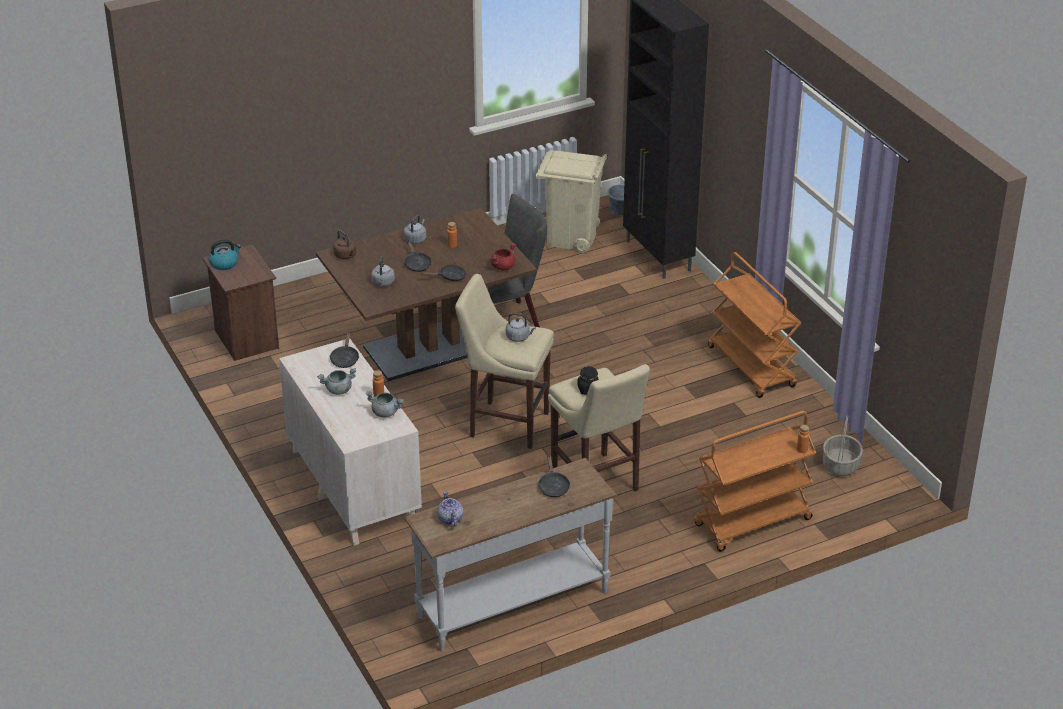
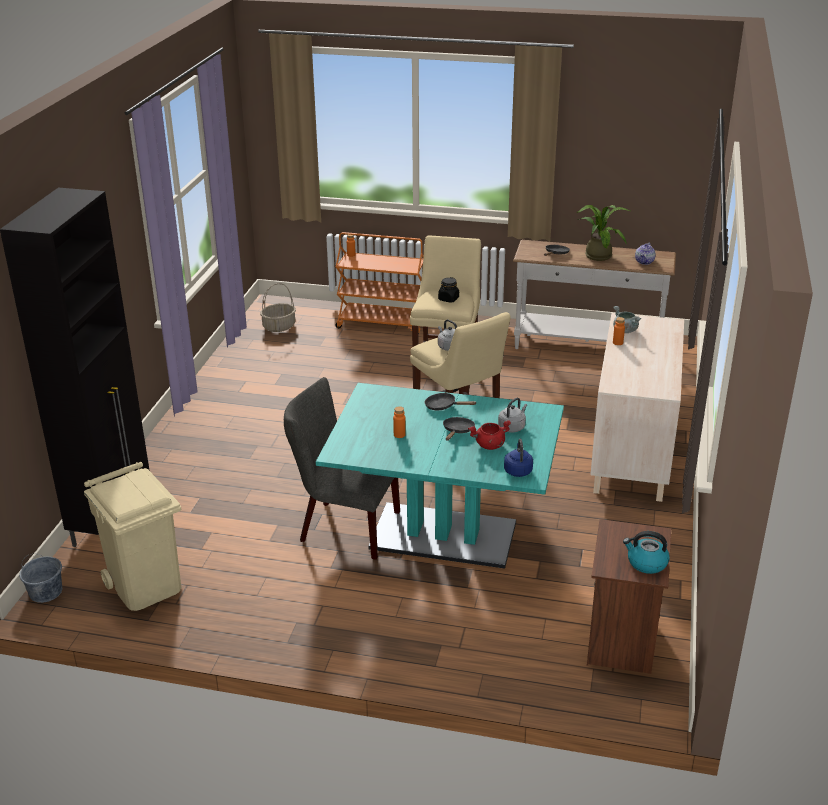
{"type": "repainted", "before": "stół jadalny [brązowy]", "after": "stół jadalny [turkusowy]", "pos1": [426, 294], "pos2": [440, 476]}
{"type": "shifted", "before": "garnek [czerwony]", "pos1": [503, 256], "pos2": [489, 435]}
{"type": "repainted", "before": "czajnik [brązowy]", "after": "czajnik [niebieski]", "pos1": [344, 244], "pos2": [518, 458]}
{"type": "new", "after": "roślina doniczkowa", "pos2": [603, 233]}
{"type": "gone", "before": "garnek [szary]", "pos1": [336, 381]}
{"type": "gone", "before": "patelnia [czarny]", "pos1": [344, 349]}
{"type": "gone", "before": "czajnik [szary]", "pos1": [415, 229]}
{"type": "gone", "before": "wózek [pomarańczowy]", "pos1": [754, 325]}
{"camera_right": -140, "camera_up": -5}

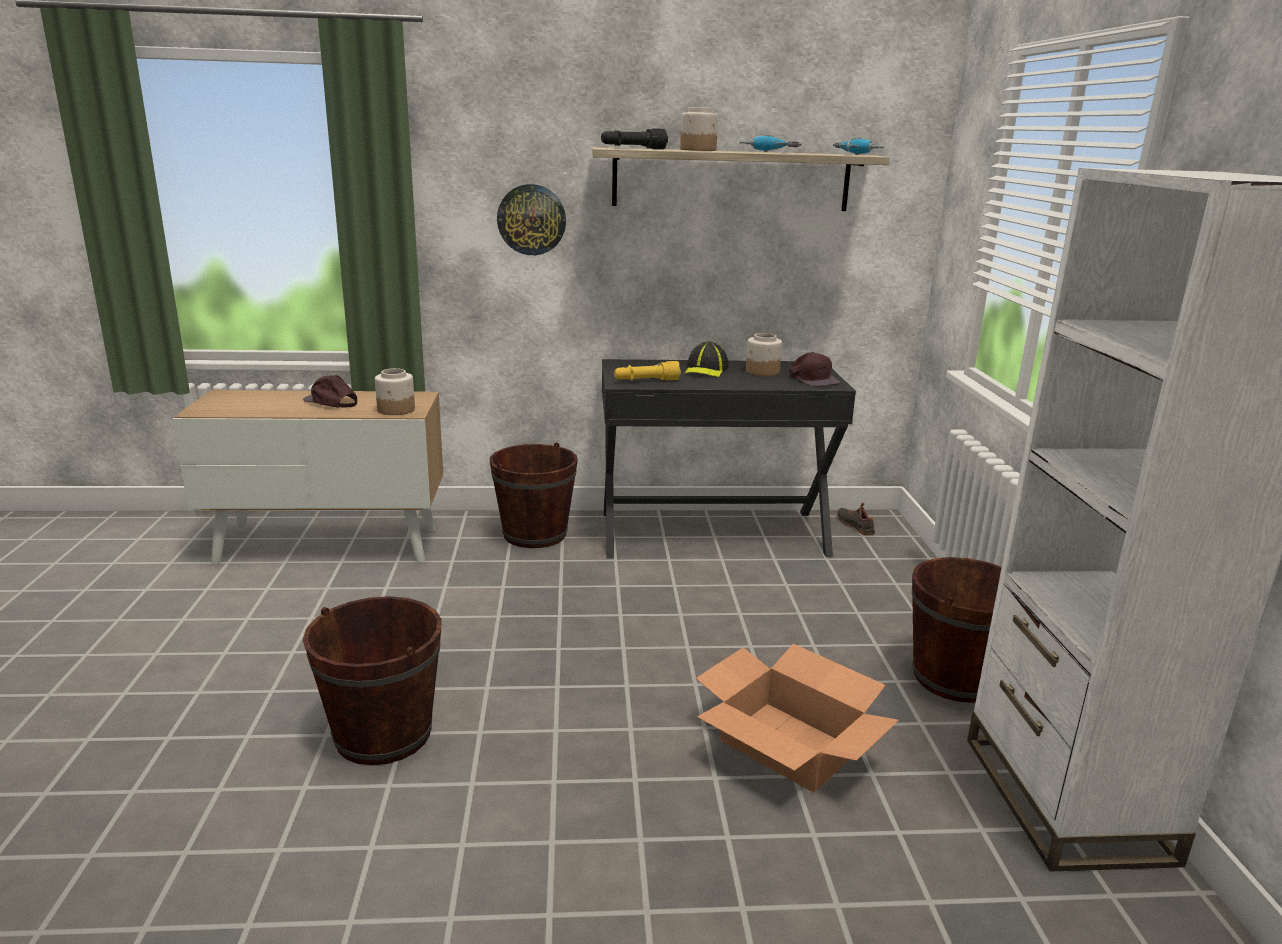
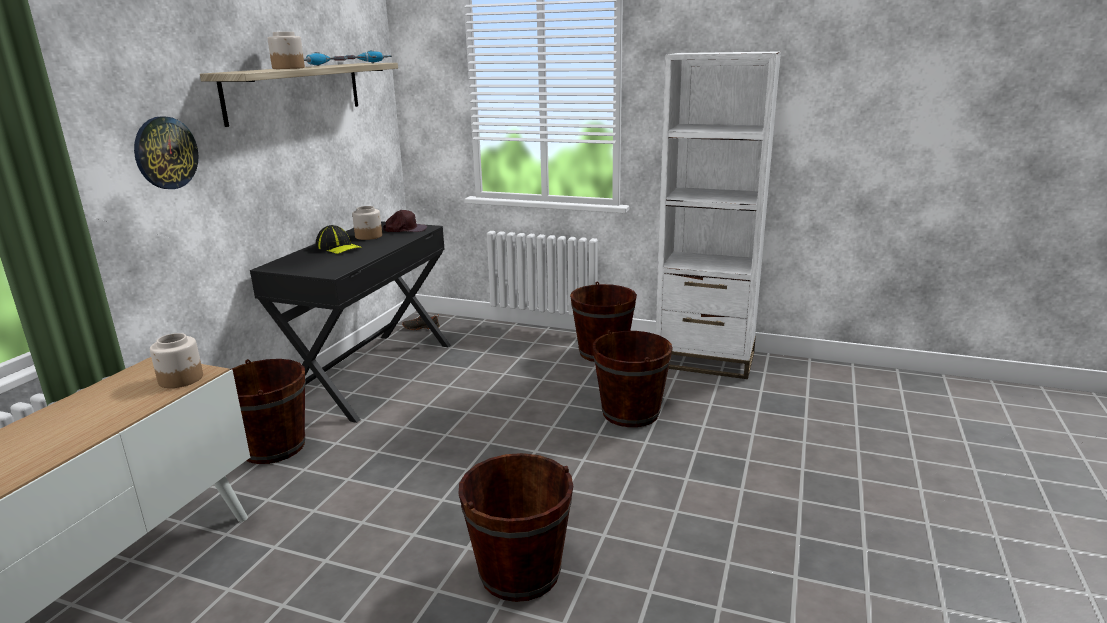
{"type": "swapped", "before": "karton", "after": "wiadro [brązowy]", "pos1": [797, 718], "pos2": [633, 378]}
{"type": "gone", "before": "czapka z daszkiem [brązowy]", "pos1": [330, 391]}
{"type": "gone", "before": "latarka [czarny]", "pos1": [634, 138]}
{"type": "gone", "before": "latarka [żółty]", "pos1": [647, 371]}
{"camera_right": -65, "camera_up": 0}

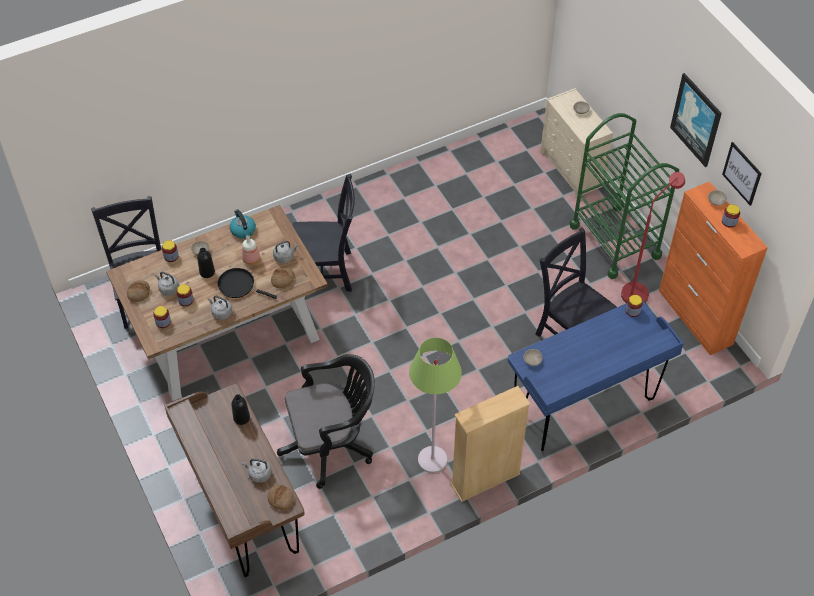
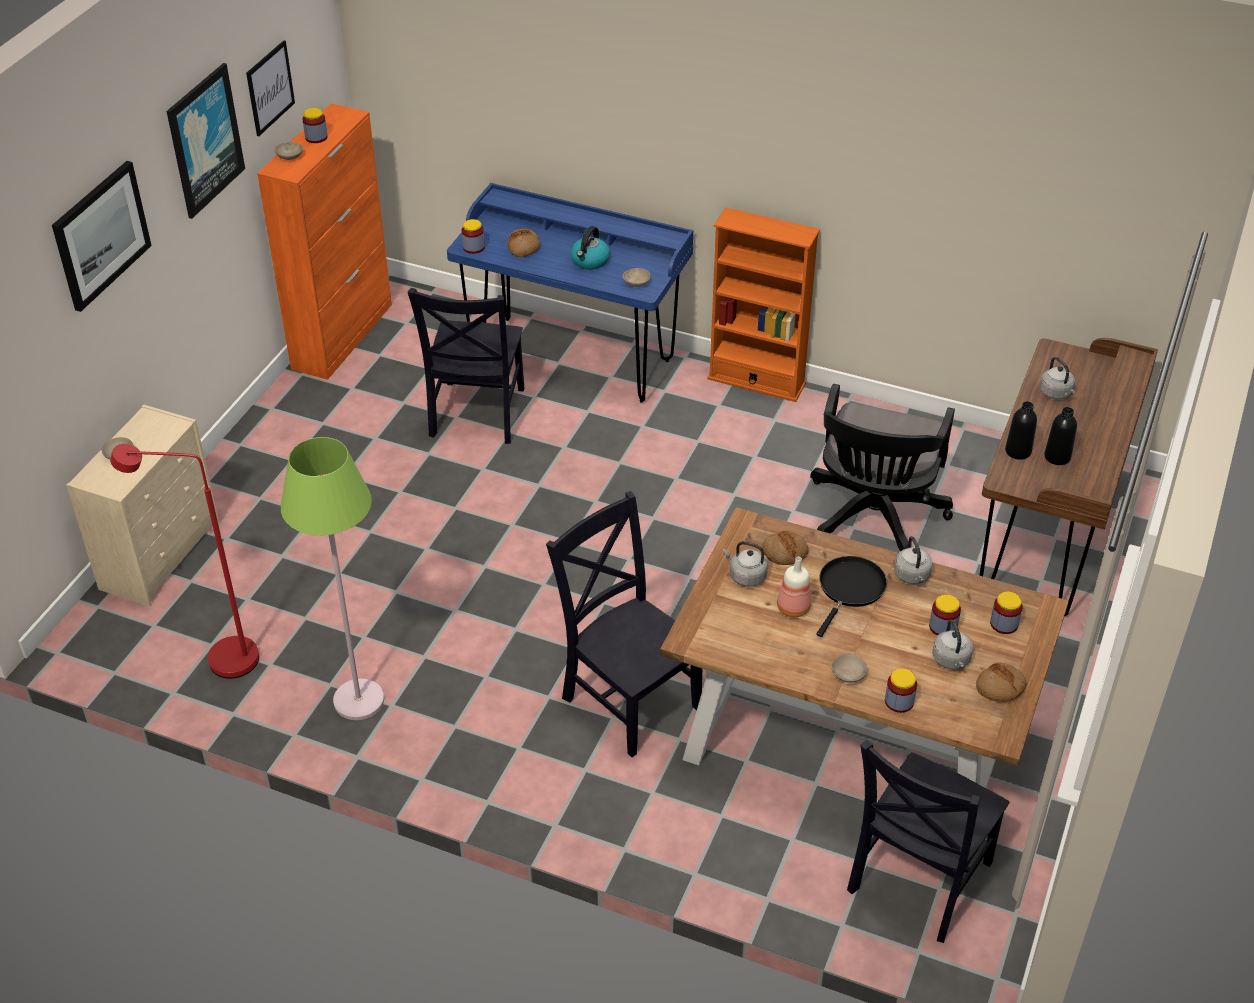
{"type": "new", "after": "obraz", "pos2": [102, 236]}
{"type": "shifted", "before": "lampa stojąca [czerwony]", "pos1": [653, 237], "pos2": [184, 561]}
{"type": "shifted", "before": "lampa stojąca [zielony]", "pos1": [435, 405], "pos2": [332, 578]}
{"type": "shifted", "before": "chleb", "pos1": [281, 497], "pos2": [523, 242]}
{"type": "shifted", "before": "czajnik", "pos1": [243, 224], "pos2": [590, 248]}
{"type": "repainted", "before": "regał [beżowy]", "after": "regał [pomarańczowy]", "pos1": [490, 444], "pos2": [763, 304]}
{"type": "rotated", "before": "krzesło biurowe [czarny]", "pos1": [326, 421], "pos2": [882, 467], "turn": -105}
{"type": "rotated", "before": "patelnia [czarny]", "pos1": [247, 283], "pos2": [851, 596], "turn": -135}
{"type": "shifted", "before": "butelka [czarny]", "pos1": [206, 263], "pos2": [1060, 436]}
{"type": "gone", "before": "wózek [zielony]", "pos1": [624, 196]}
{"camera_right": -130, "camera_up": -10}

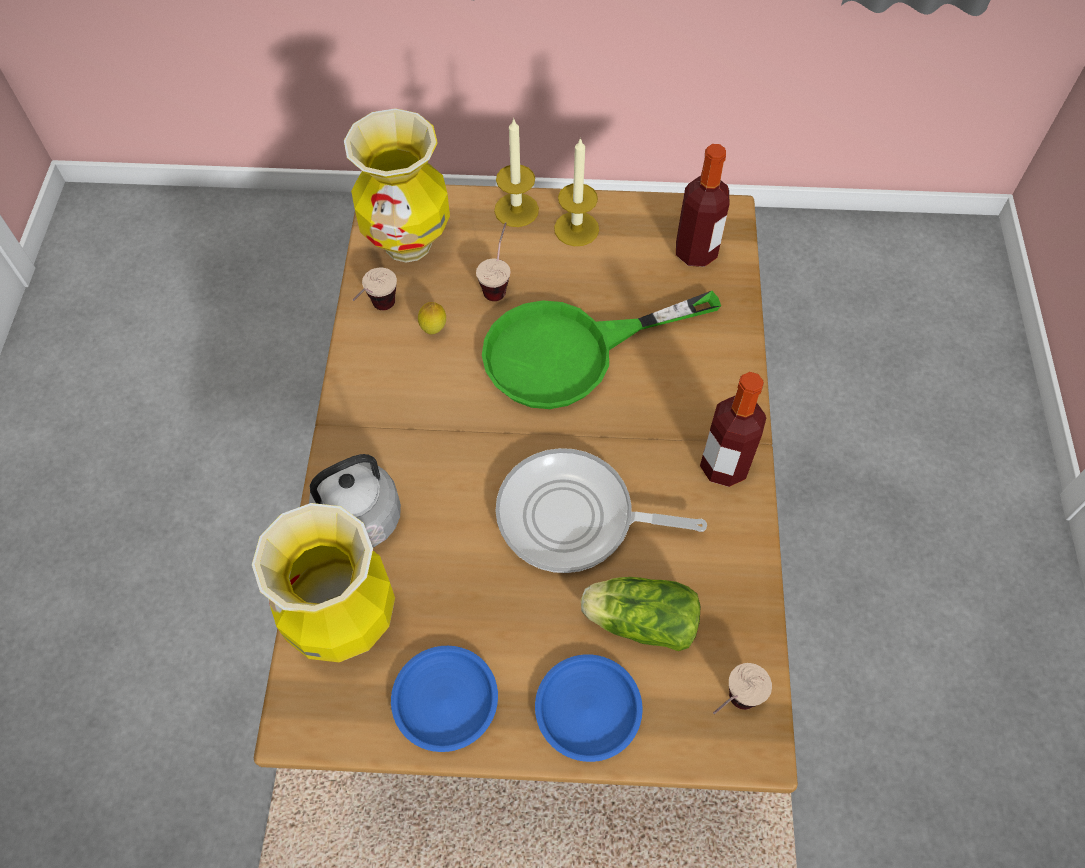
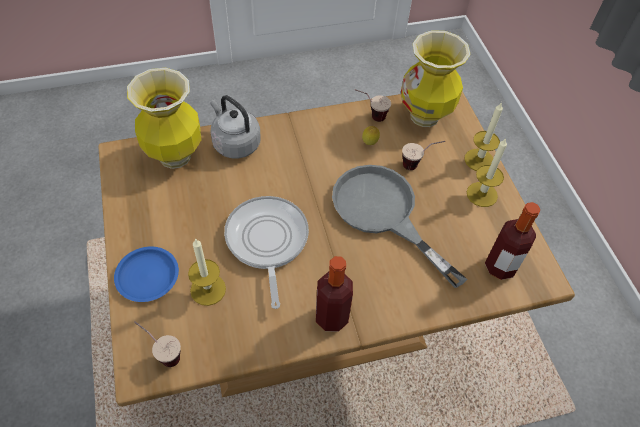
{"type": "swapped", "before": "sałata", "after": "świeca", "pos1": [640, 614], "pos2": [207, 272]}
{"type": "repainted", "before": "patelnia [zielony]", "after": "patelnia [szary]", "pos1": [601, 350], "pos2": [399, 226]}
{"type": "gone", "before": "talerz [niebieski]", "pos1": [444, 699]}
{"camera_right": 70, "camera_up": -5}

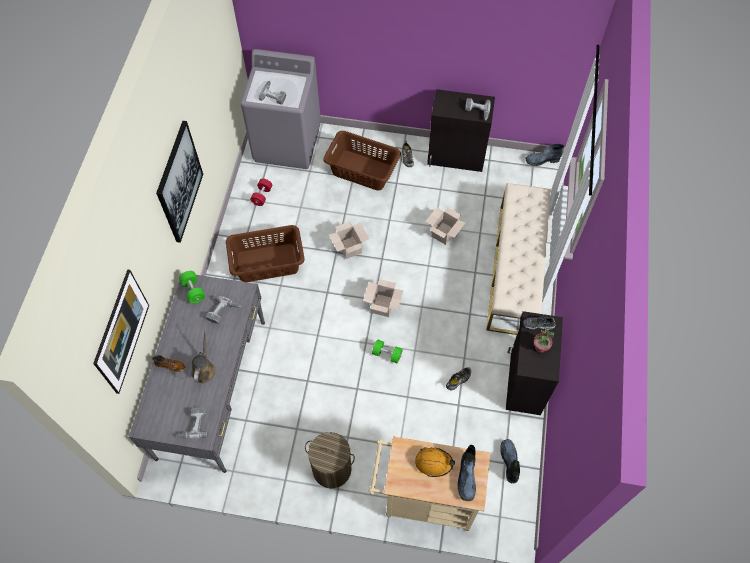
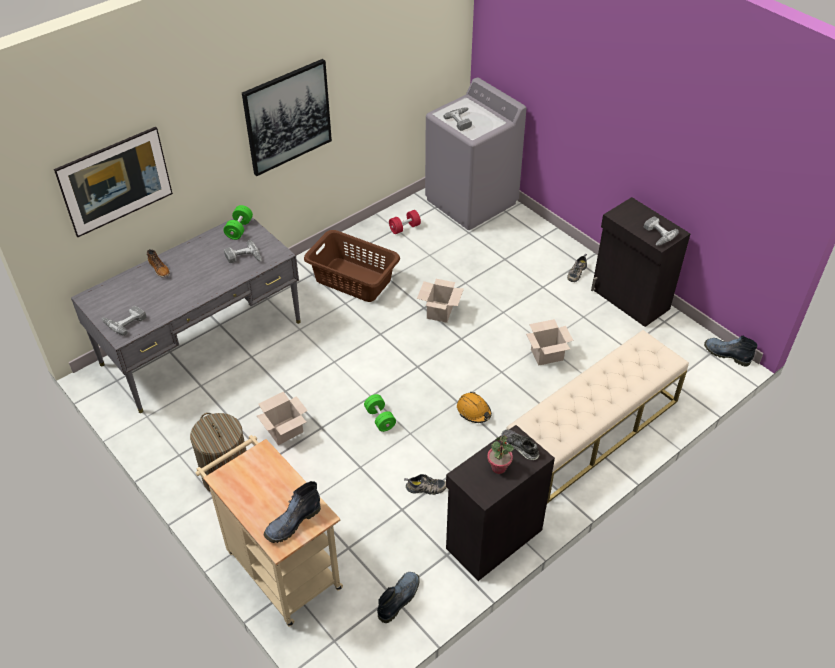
{"type": "shifted", "before": "karton", "pos1": [383, 298], "pos2": [282, 418]}
{"type": "shifted", "before": "kask [pomarańczowy]", "pos1": [435, 462], "pos2": [474, 407]}
{"type": "gone", "before": "konewka [brązowy]", "pos1": [203, 355]}
{"type": "gone", "before": "kosz na pranie [brązowy]", "pos1": [362, 161]}
{"camera_right": 40, "camera_up": -15}

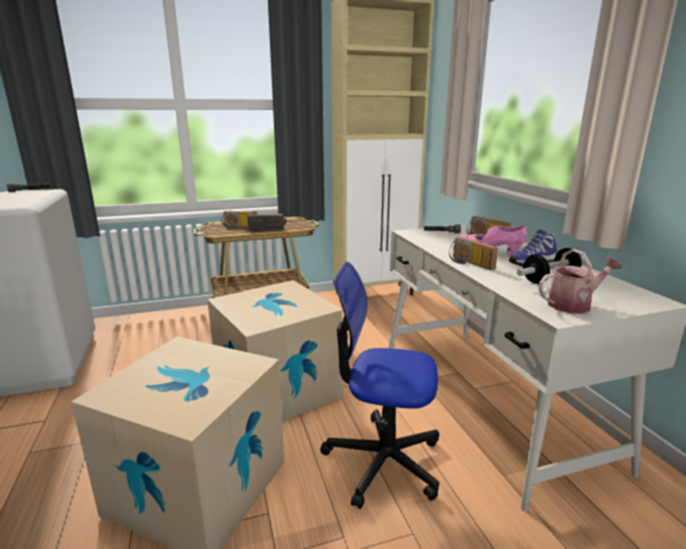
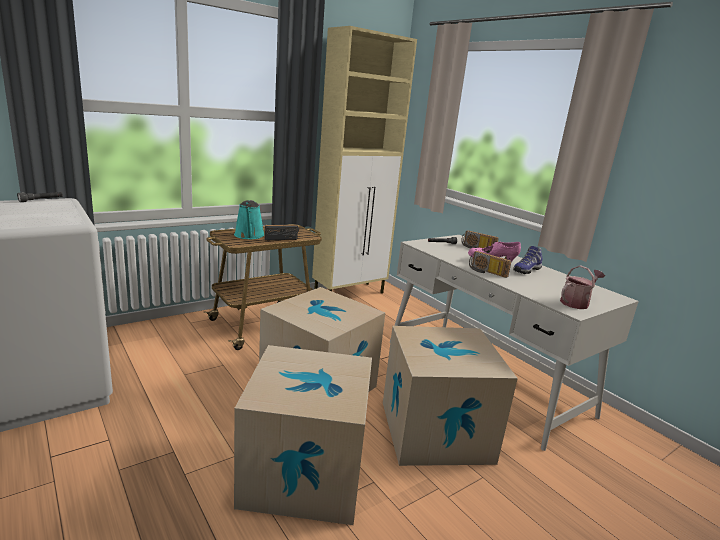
{"type": "swapped", "before": "radio", "after": "konewka [turkusowy]", "pos1": [239, 219], "pos2": [249, 219]}
{"type": "swapped", "before": "krzesło biurowe", "after": "karton", "pos1": [379, 385], "pos2": [450, 396]}
{"type": "gone", "before": "hantel", "pos1": [551, 266]}
{"camera_right": -20, "camera_up": 0}

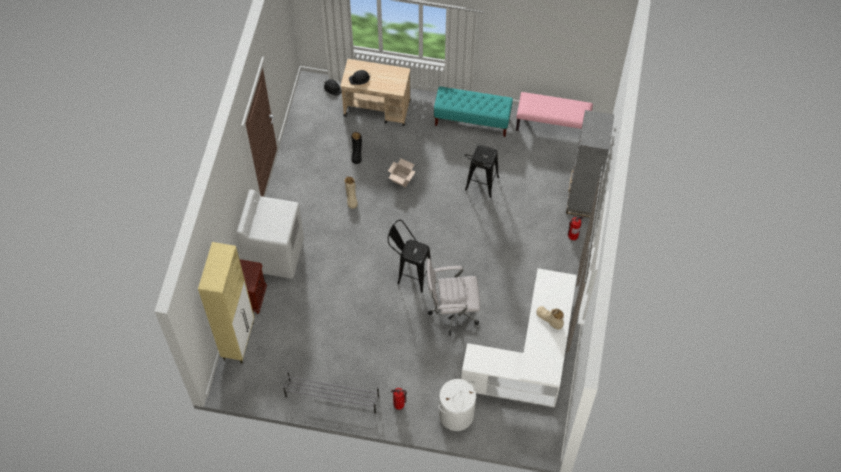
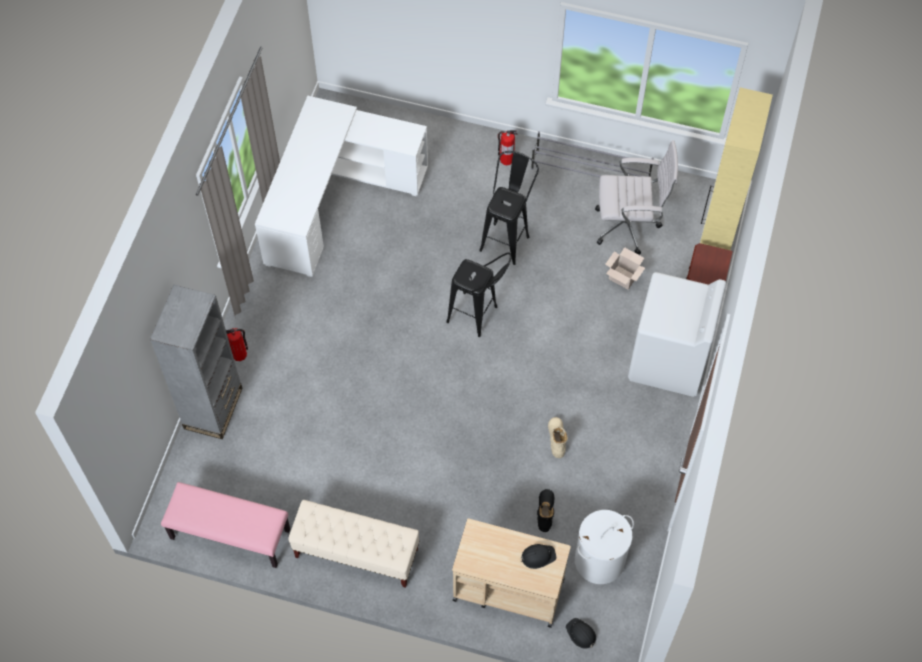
{"type": "repainted", "before": "ławka [turkusowy]", "after": "ławka [beżowy]", "pos1": [473, 111], "pos2": [353, 544]}
{"type": "shifted", "before": "stołek [czarny]", "pos1": [482, 171], "pos2": [509, 208]}
{"type": "shifted", "before": "kosz na pranie [biały]", "pos1": [457, 405], "pos2": [604, 547]}
{"type": "shifted", "before": "krzesło biurowe [biały]", "pos1": [453, 296], "pos2": [636, 197]}
{"type": "shifted", "before": "karton", "pos1": [401, 173], "pos2": [625, 268]}
{"type": "gone", "before": "but z cholewką [beżowy]", "pos1": [550, 318]}
{"camera_right": -175, "camera_up": 0}

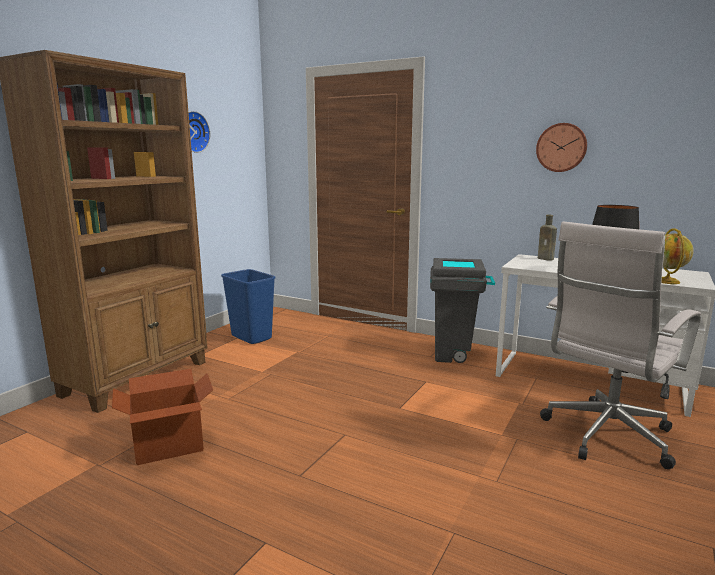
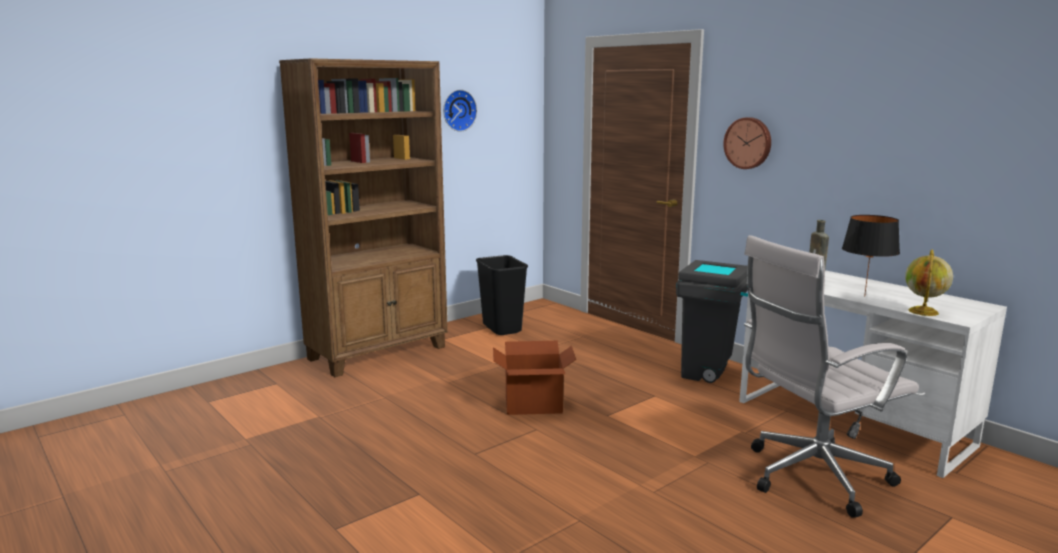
{"type": "repainted", "before": "kosz na śmieci [niebieski]", "after": "kosz na śmieci [czarny]", "pos1": [248, 306], "pos2": [502, 295]}
{"type": "shifted", "before": "karton", "pos1": [162, 417], "pos2": [534, 378]}
{"type": "shifted", "before": "zegar ścienny", "pos1": [561, 147], "pos2": [747, 143]}
{"camera_right": 20, "camera_up": 0}

